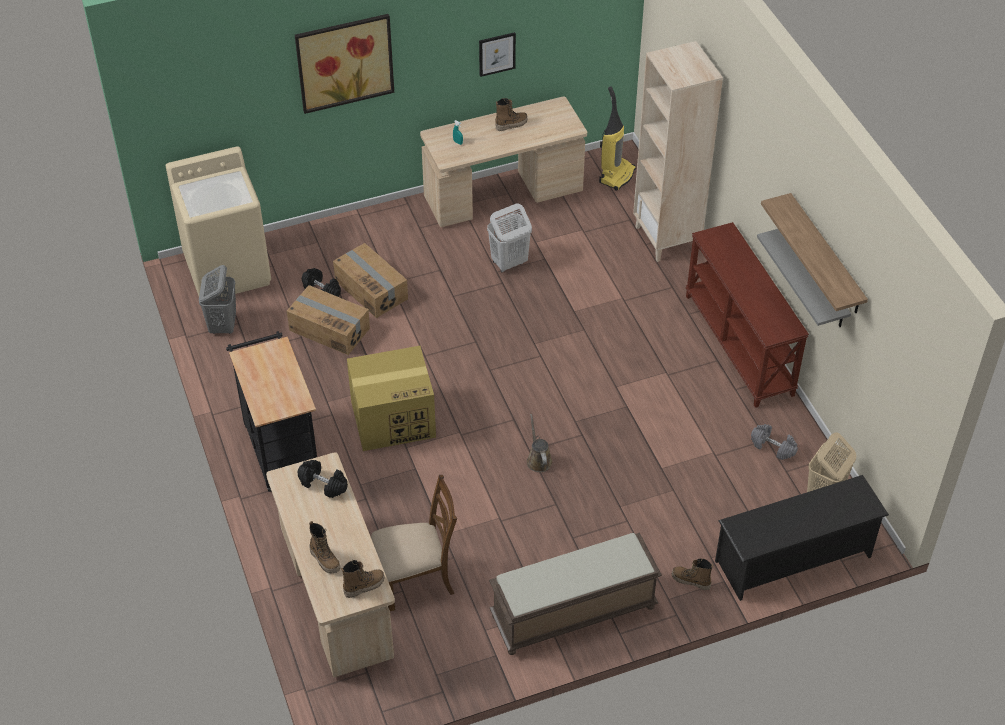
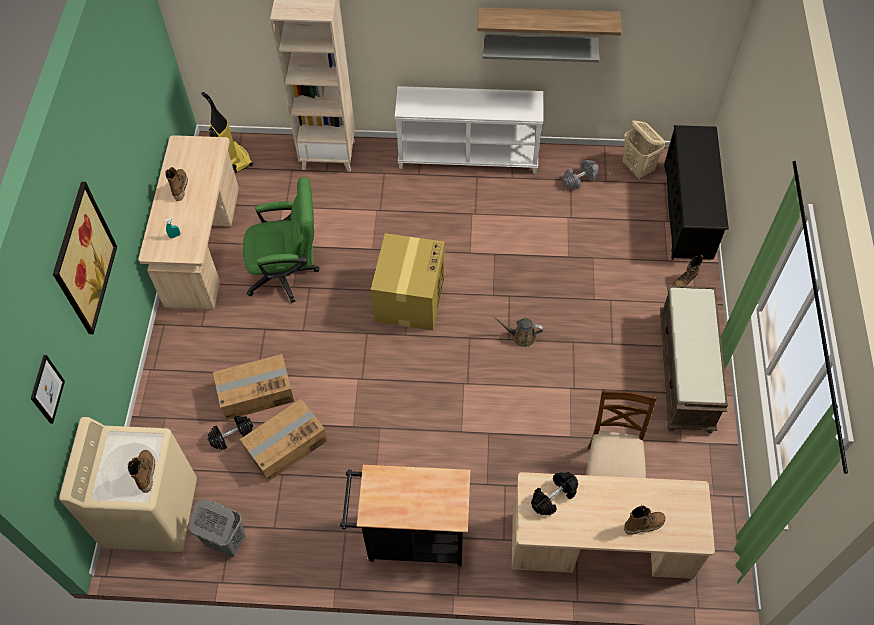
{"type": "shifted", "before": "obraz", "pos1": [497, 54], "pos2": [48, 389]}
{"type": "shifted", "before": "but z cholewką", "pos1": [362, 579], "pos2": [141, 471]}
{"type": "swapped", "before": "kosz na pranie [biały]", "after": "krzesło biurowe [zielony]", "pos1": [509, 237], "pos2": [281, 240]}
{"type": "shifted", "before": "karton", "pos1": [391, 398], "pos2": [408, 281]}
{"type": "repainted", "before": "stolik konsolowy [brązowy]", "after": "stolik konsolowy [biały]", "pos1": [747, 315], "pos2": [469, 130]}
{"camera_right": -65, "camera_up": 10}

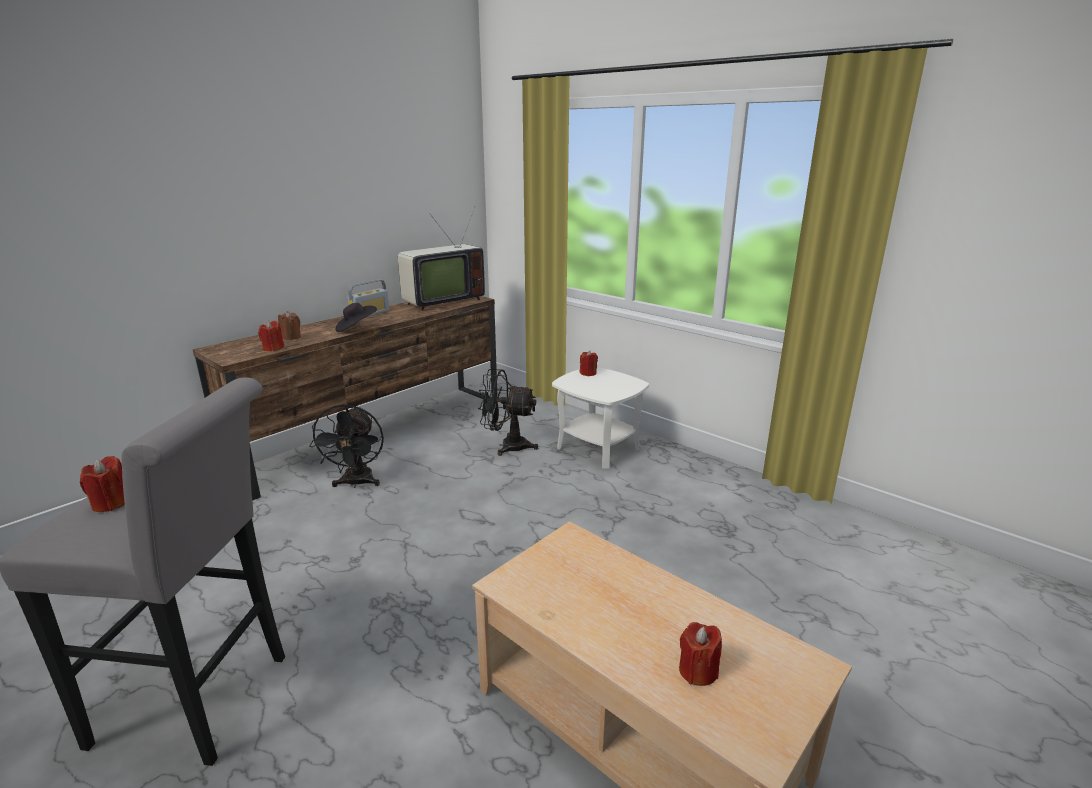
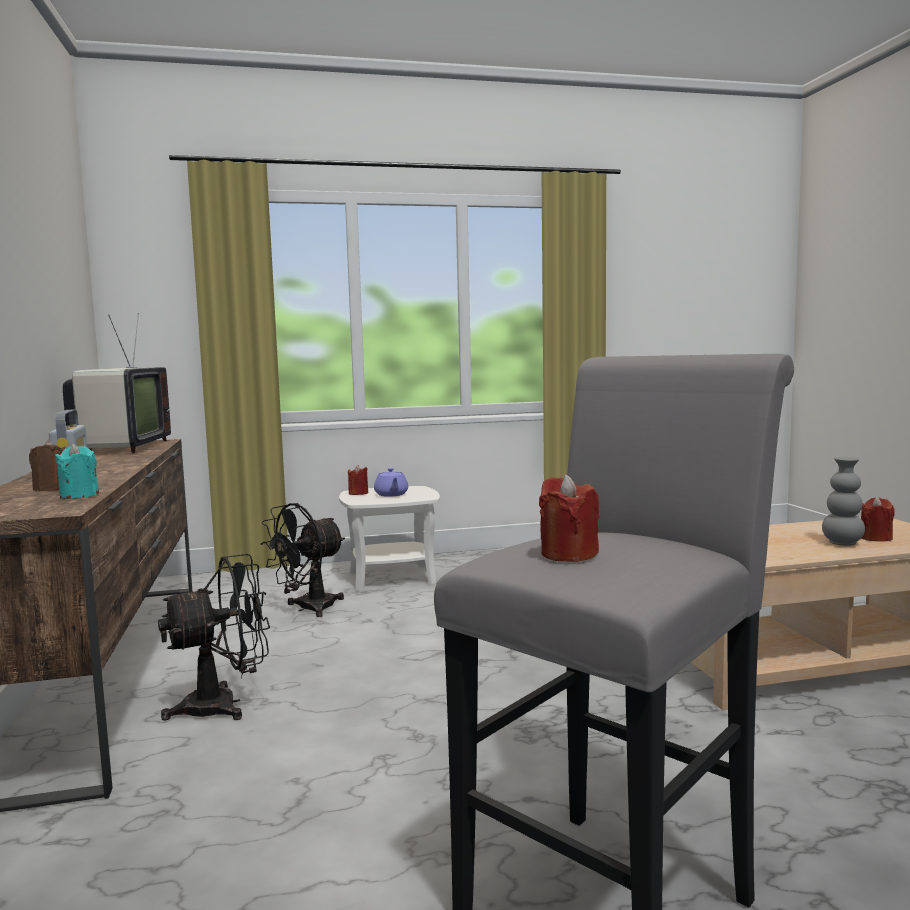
{"type": "repainted", "before": "świeca [czerwony]", "after": "świeca [turkusowy]", "pos1": [271, 336], "pos2": [77, 471]}
{"type": "rotated", "before": "wentylator [czarny]", "pos1": [347, 446], "pos2": [214, 637], "turn": -60}
{"type": "new", "after": "imbryk [fioletowy]", "pos2": [391, 482]}
{"type": "new", "after": "wazon [szary]", "pos2": [843, 501]}
{"type": "gone", "before": "kapelusz [czarny]", "pos1": [356, 317]}
{"camera_right": -55, "camera_up": -15}

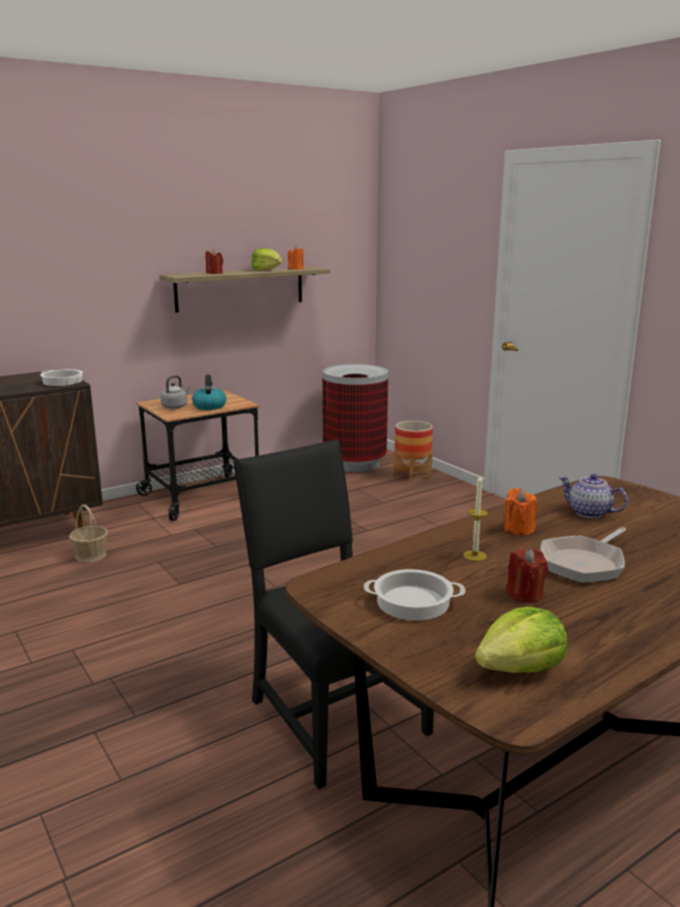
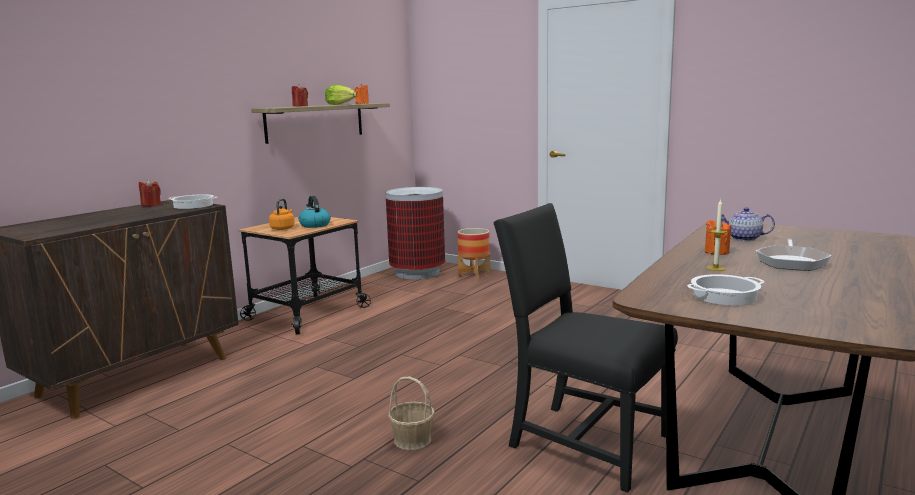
{"type": "shifted", "before": "świeca [czerwony]", "pos1": [527, 575], "pos2": [150, 192]}
{"type": "repainted", "before": "czajnik [szary]", "after": "czajnik [pomarańczowy]", "pos1": [175, 392], "pos2": [282, 214]}
{"type": "shifted", "before": "koszyk", "pos1": [88, 533], "pos2": [411, 413]}
{"type": "gone", "before": "sałata", "pos1": [521, 639]}
{"camera_right": -20, "camera_up": -5}

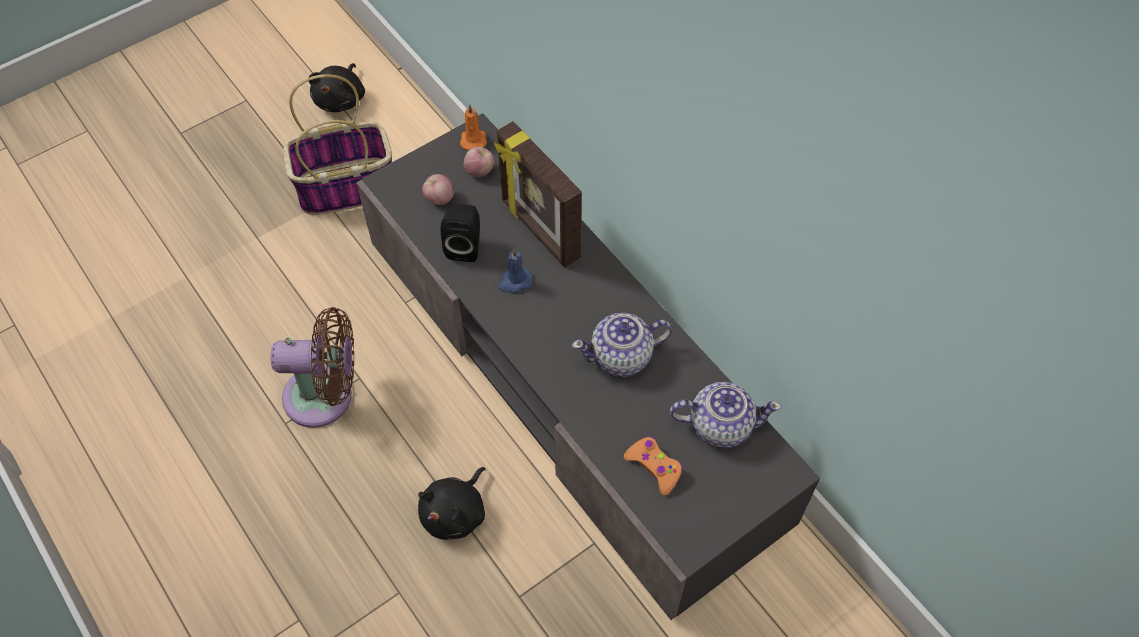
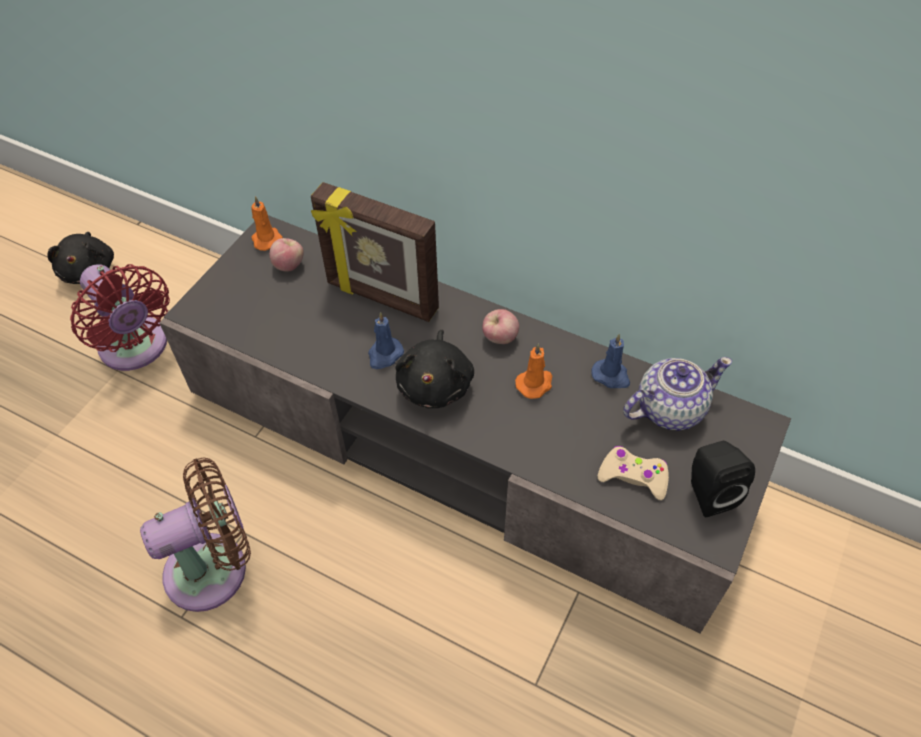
{"type": "swapped", "before": "koszyk", "after": "wentylator [czerwony]", "pos1": [337, 144], "pos2": [120, 317]}
{"type": "shifted", "before": "pluszak [czarny]", "pos1": [451, 503], "pos2": [434, 369]}
{"type": "shifted", "before": "jabłko", "pos1": [438, 189], "pos2": [500, 326]}
{"type": "swapped", "before": "imbryk", "after": "świeca [pomarańczowy]", "pos1": [622, 345], "pos2": [533, 371]}
{"type": "new", "after": "świeca [niebieski]", "pos2": [610, 361]}
{"type": "repainted", "before": "pad do gier [pomarańczowy]", "after": "pad do gier [beżowy]", "pos1": [653, 466], "pos2": [633, 473]}
{"type": "shifted", "before": "głośnik [czarny]", "pos1": [460, 233], "pos2": [723, 479]}
{"camera_right": -25, "camera_up": -5}

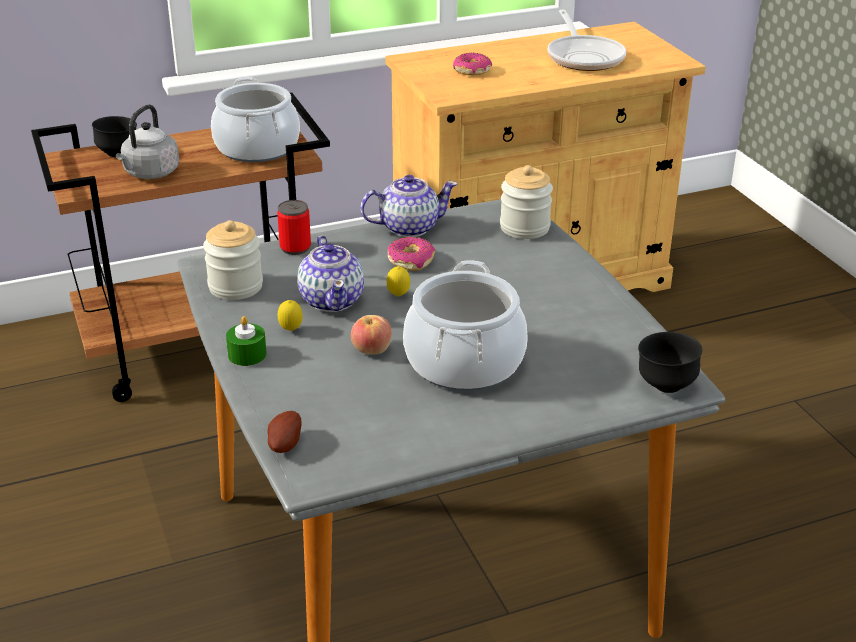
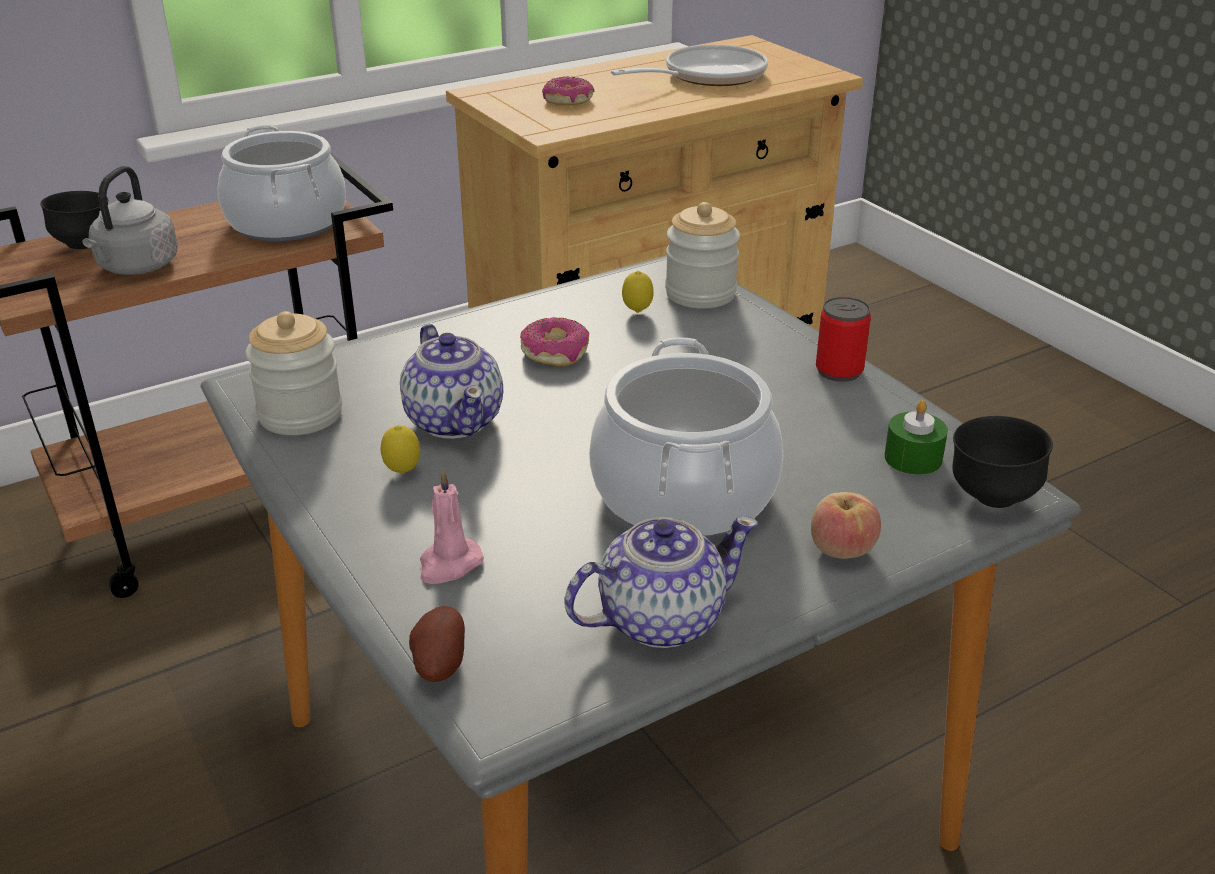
{"type": "new", "after": "świeca [różowy]", "pos2": [452, 526]}
{"type": "shifted", "before": "imbryk", "pos1": [409, 206], "pos2": [661, 582]}
{"type": "rotated", "before": "patelnia", "pos1": [587, 40], "pos2": [689, 65], "turn": -105}
{"type": "shifted", "before": "cytryna", "pos1": [398, 281], "pos2": [638, 292]}
{"type": "shifted", "before": "jabłko", "pos1": [371, 334], "pos2": [846, 525]}
{"type": "shifted", "before": "puszka", "pos1": [294, 227], "pos2": [843, 339]}
{"type": "shifted", "before": "świeca [zielony]", "pos1": [246, 341], "pos2": [916, 437]}
{"camera_right": -10, "camera_up": 0}

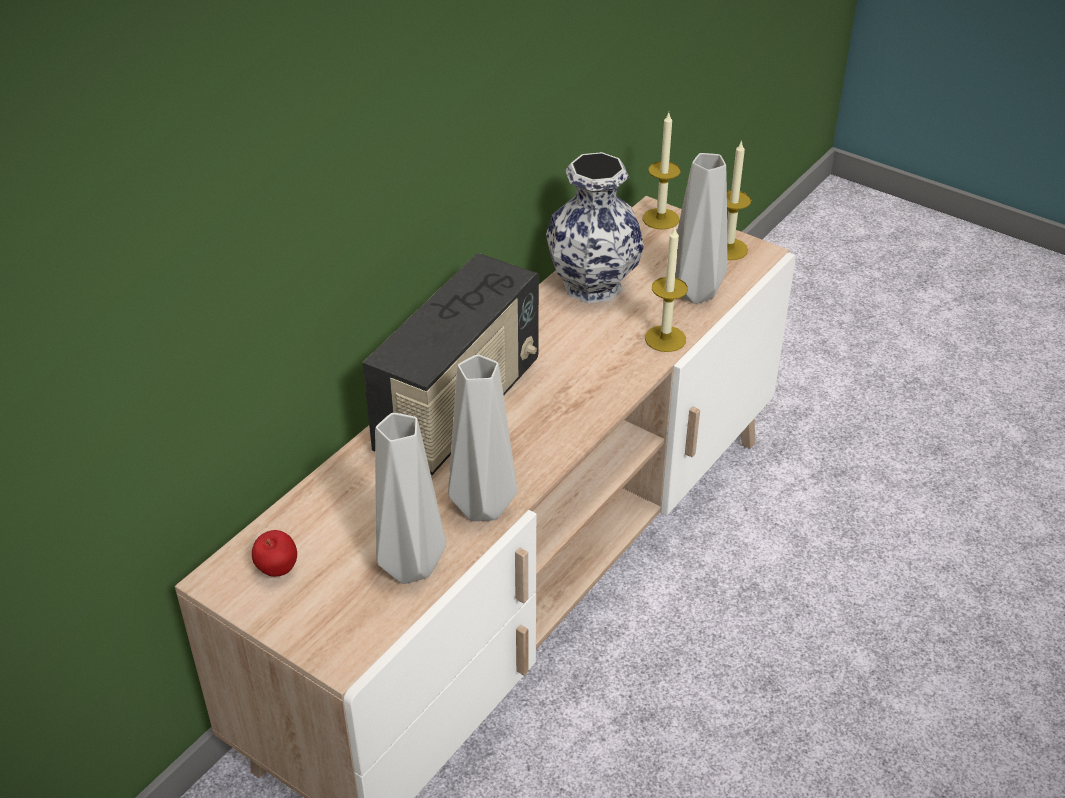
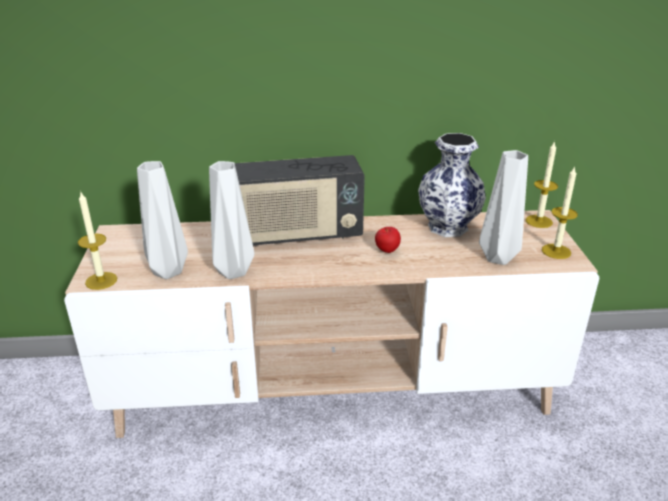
{"type": "shifted", "before": "świeca", "pos1": [666, 290], "pos2": [97, 241]}
{"type": "shifted", "before": "jabłko", "pos1": [274, 553], "pos2": [388, 240]}
{"camera_right": 50, "camera_up": -10}

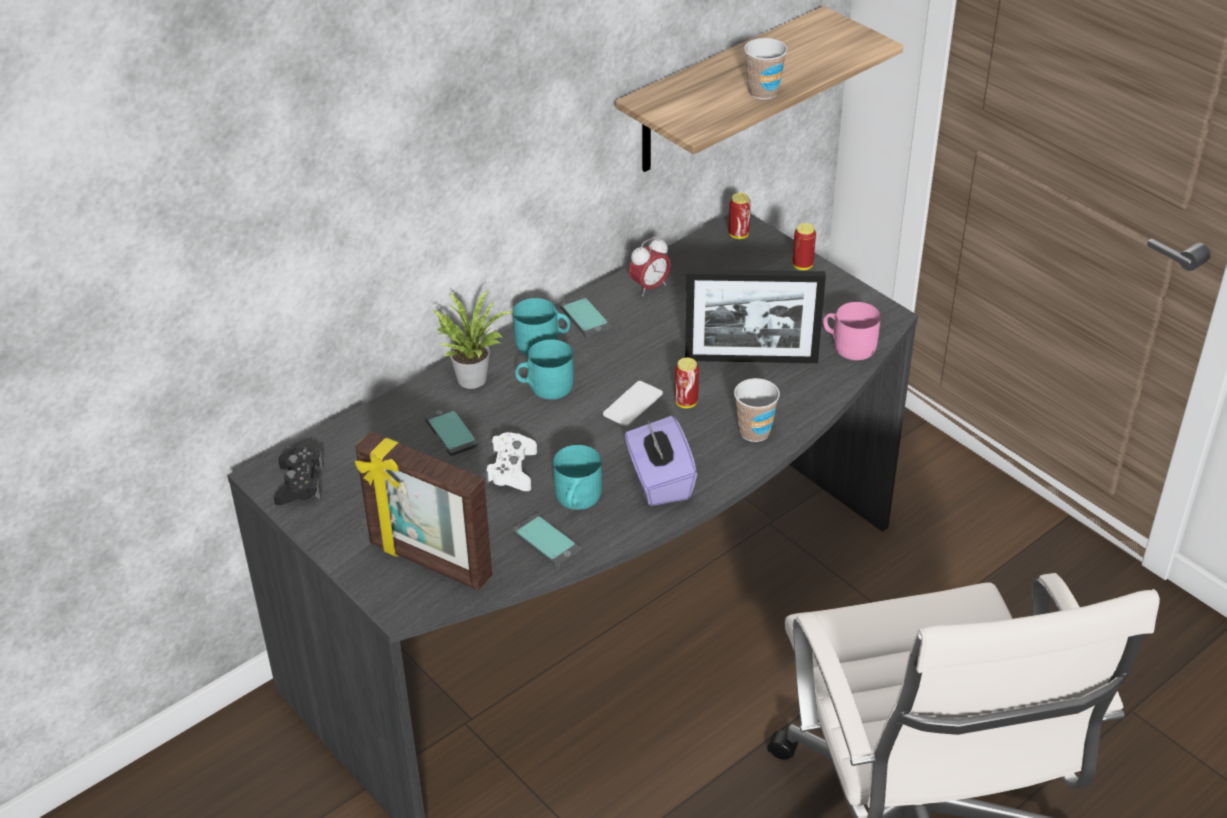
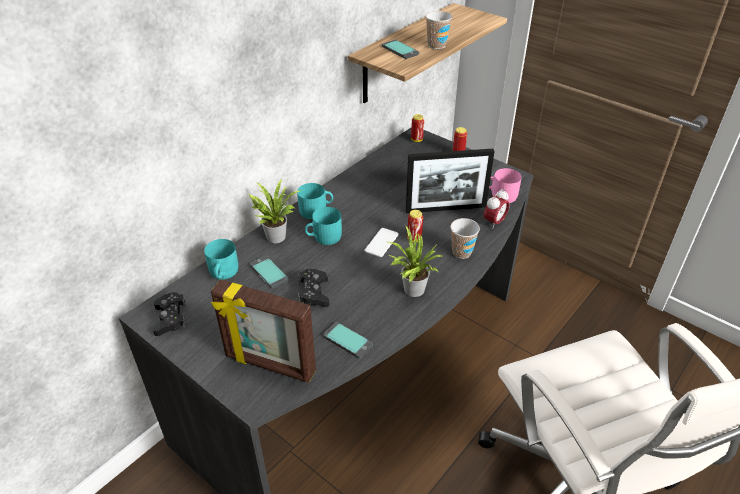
{"type": "shifted", "before": "kubek [turkusowy]", "pos1": [577, 477], "pos2": [221, 259]}
{"type": "repainted", "before": "pad do gier [biały]", "after": "pad do gier [czarny]", "pos1": [511, 461], "pos2": [313, 288]}
{"type": "shifted", "before": "telefon", "pos1": [586, 317], "pos2": [400, 49]}
{"type": "swapped", "before": "pudełko chusteczek [fioletowy]", "after": "roślina doniczkowa", "pos1": [661, 461], "pos2": [416, 261]}
{"type": "shifted", "before": "budzik", "pos1": [650, 266], "pos2": [496, 209]}
{"camera_right": -10, "camera_up": 0}

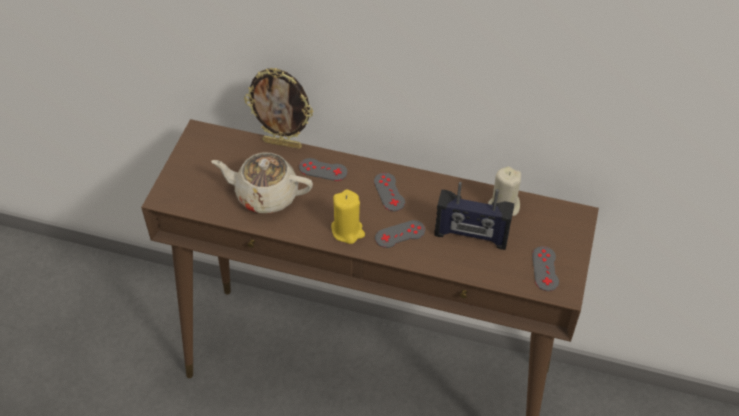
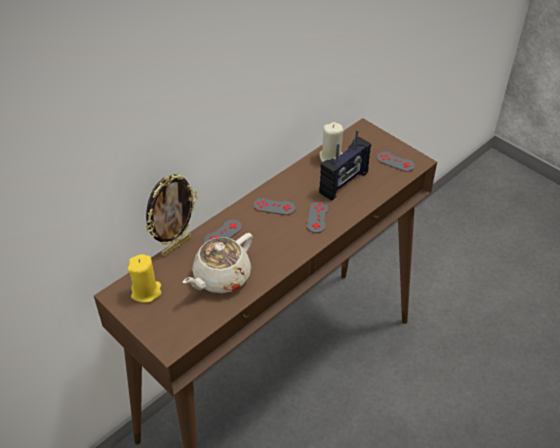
{"type": "shifted", "before": "świeca [żółty]", "pos1": [348, 217], "pos2": [144, 278]}
{"camera_right": -60, "camera_up": -5}

